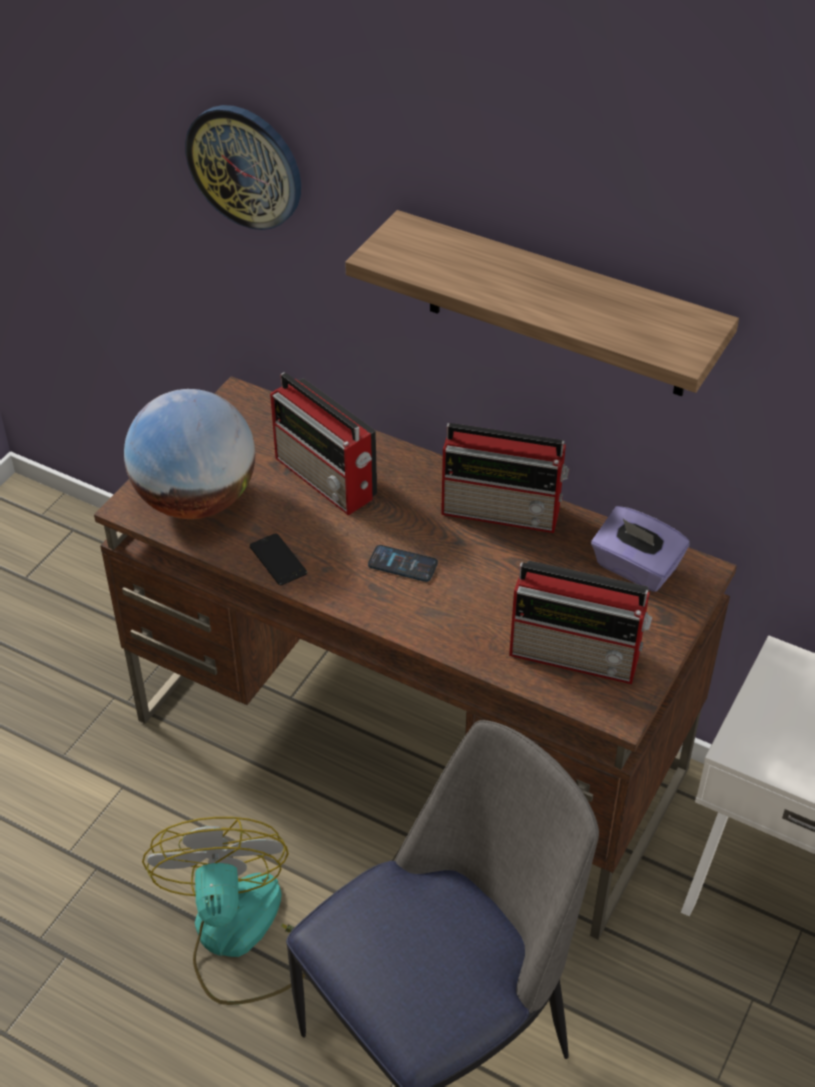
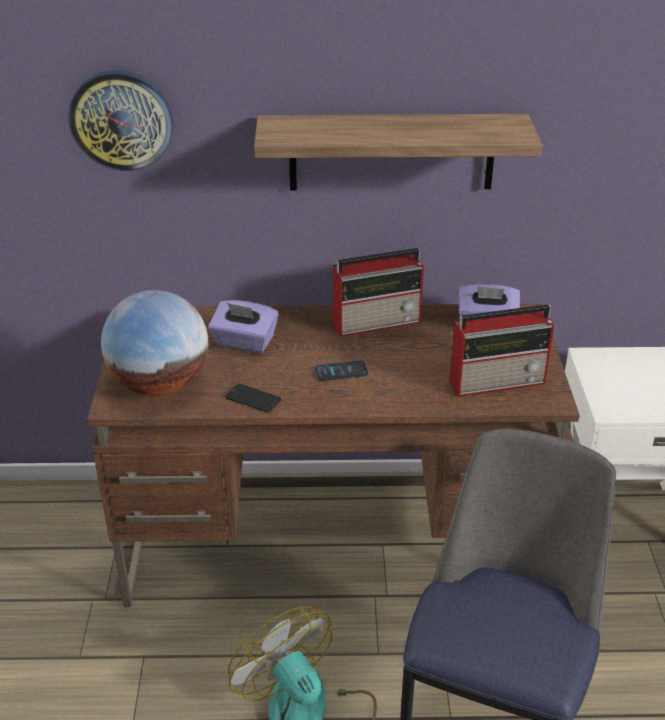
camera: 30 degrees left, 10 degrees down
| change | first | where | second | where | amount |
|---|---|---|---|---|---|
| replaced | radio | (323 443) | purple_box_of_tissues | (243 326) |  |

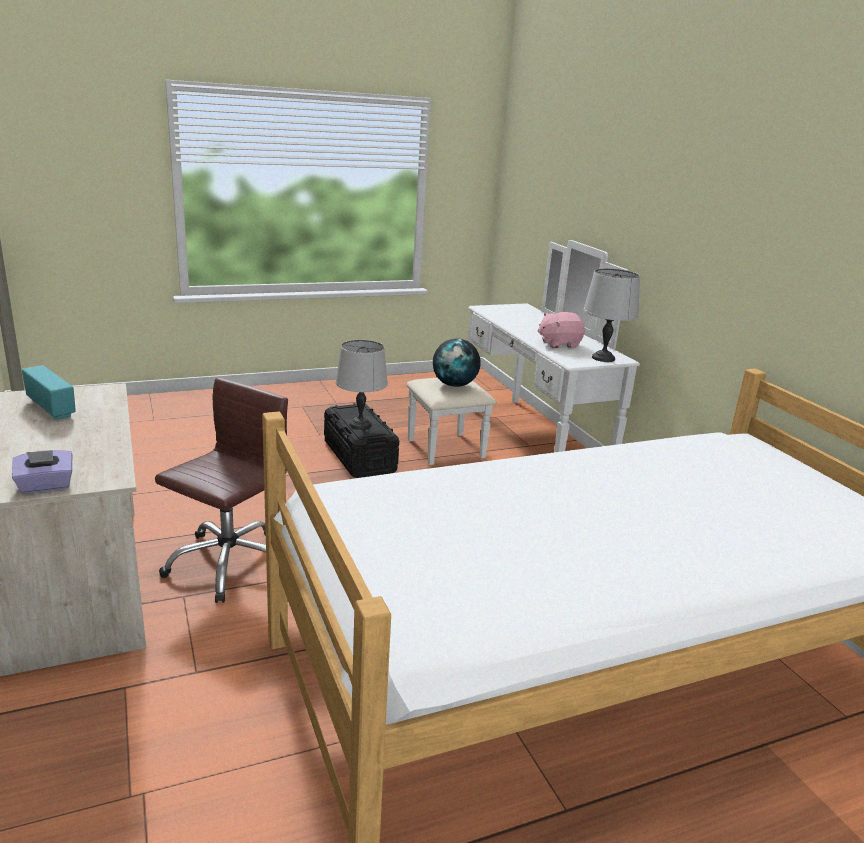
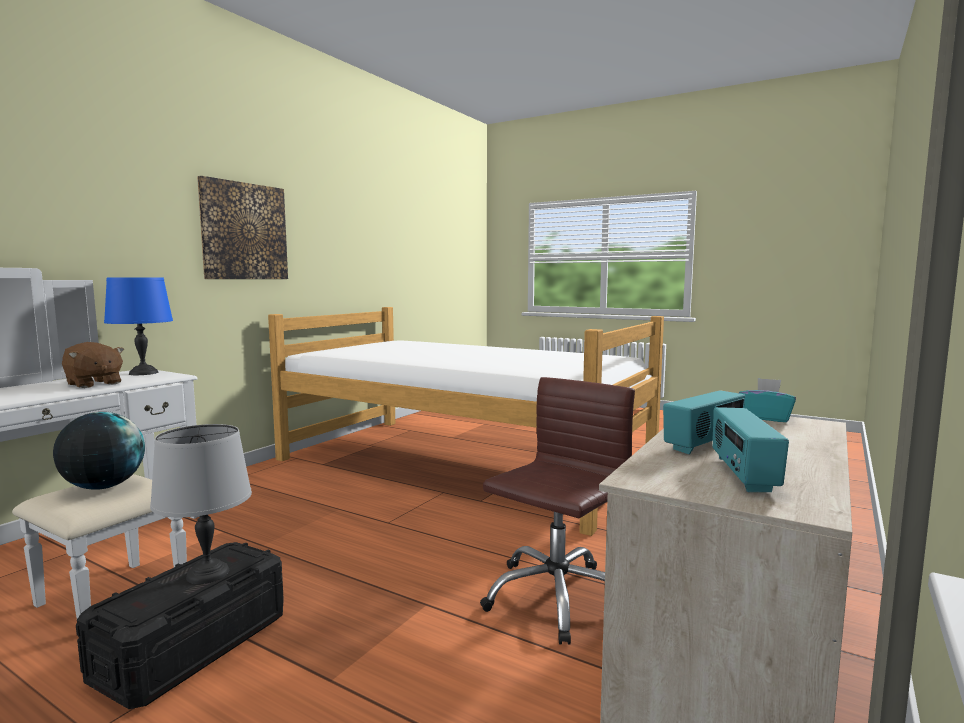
camera: 125 degrees left, 15 degrees down
| change | first | where | second | where | amount |
|---|---|---|---|---|---|
| recoloured | pink-coloured_cuddly_toy | (561 330) | brown_cuddly_toy | (93 365) |  |
| recoloured | greyish_table_lamp | (611 315) | blue_table_lamp | (138 326) |  |
| added |  |  | wall_picture | (242 227) |  |
| turned | brown_office_chair | (221 490) |  | (557 511) | 135 degrees clockwise |
| added |  |  | radio | (704 422) |  |
| recoloured | purple_box_of_tissues | (42 471) | blue-green_box_of_tissues | (767 400) |  |

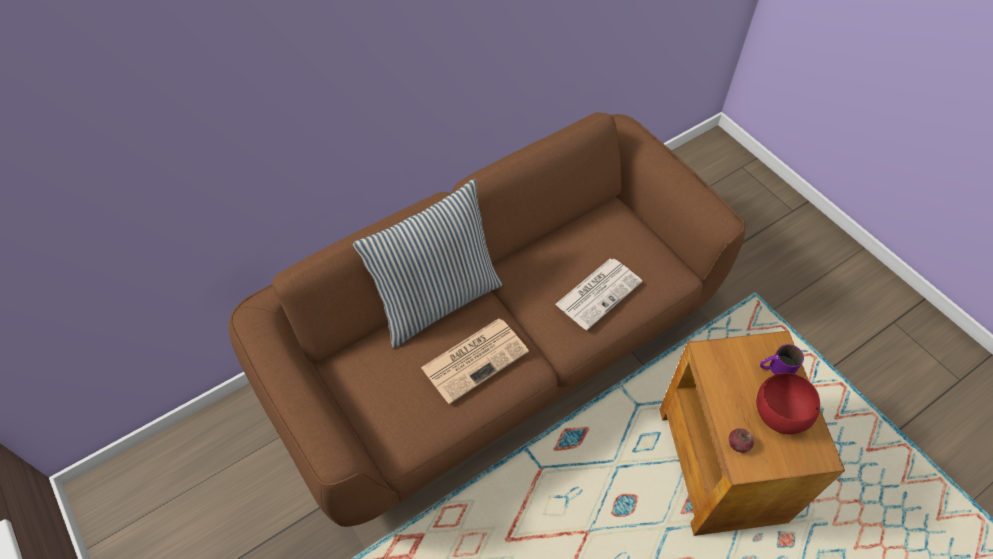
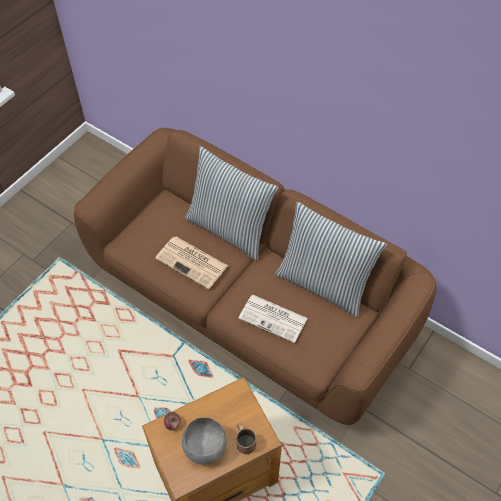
camera: 70 degrees right, 0 degrees up
| change | first | where | second | where | amount |
|---|---|---|---|---|---|
| recoloured | red_serving_bowl | (788 403) | greyish_serving_bowl | (204 441) |  |
| recoloured | purple_mug | (782 359) | brown_mug | (246 438) |  |
| added |  |  | pillow | (331 260) |  |

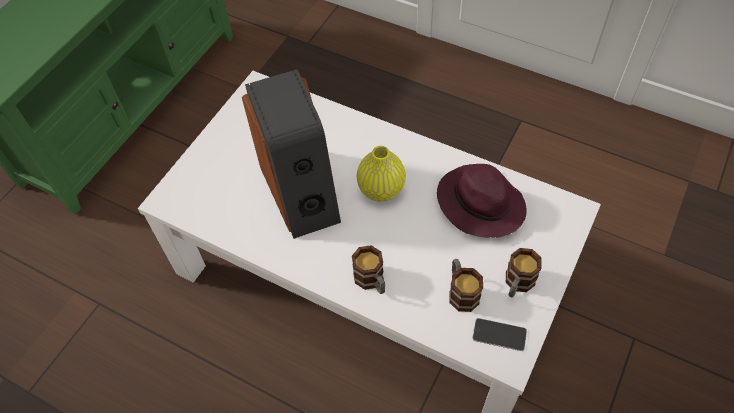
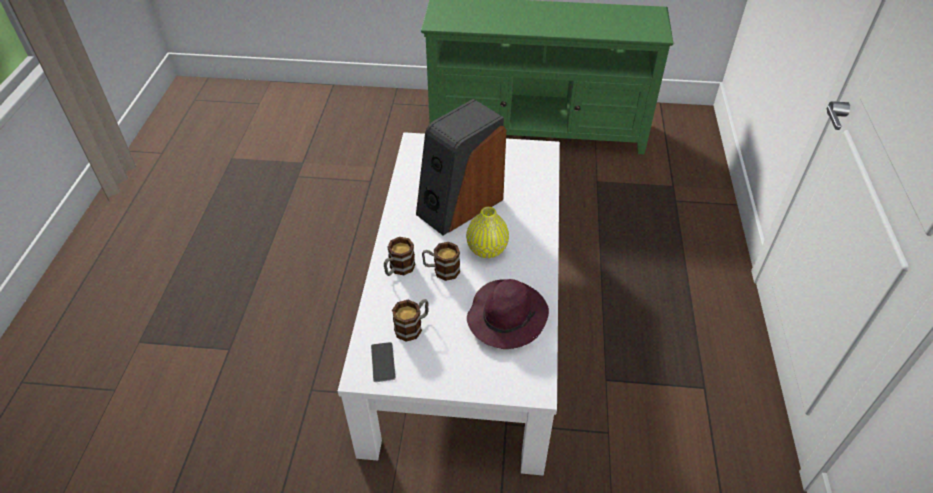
camera: 65 degrees right, 10 degrees down
| change | first | where | second | where | amount |
|---|---|---|---|---|---|
| moved | mug | (524 273) |  | (441 261) |  |

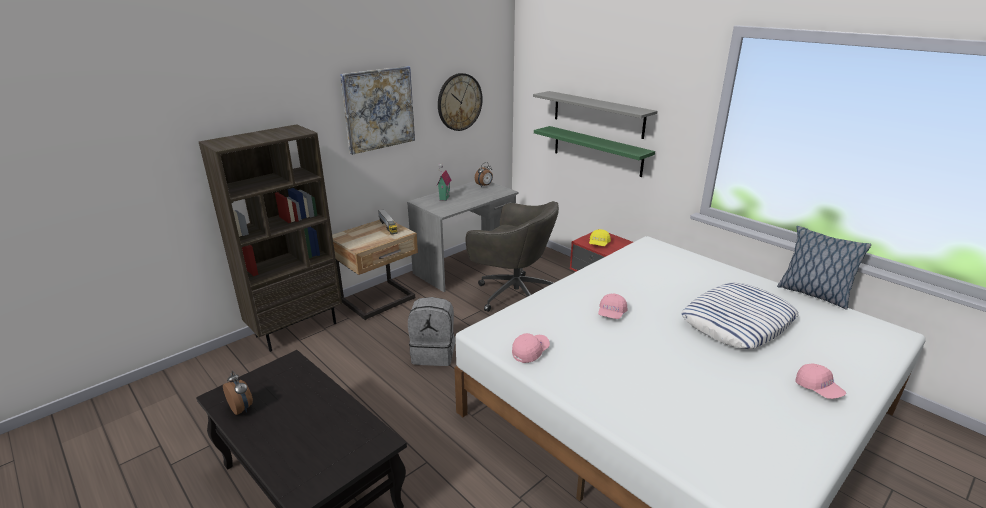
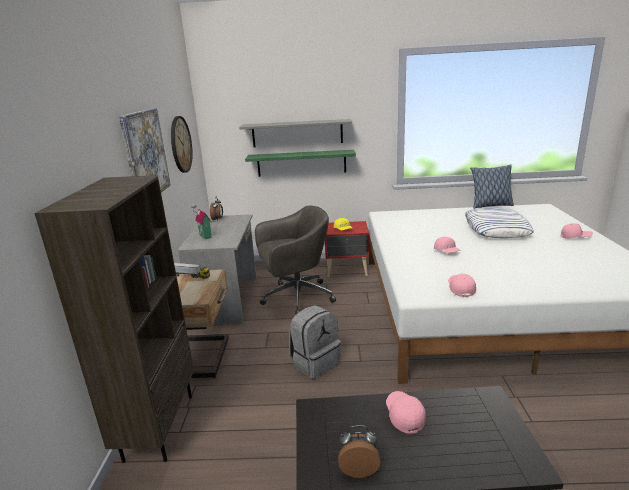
camera: 45 degrees left, 5 degrees down
| change | first | where | second | where | amount |
|---|---|---|---|---|---|
| added |  |  | pink-coloured_cap | (406 412) |  |

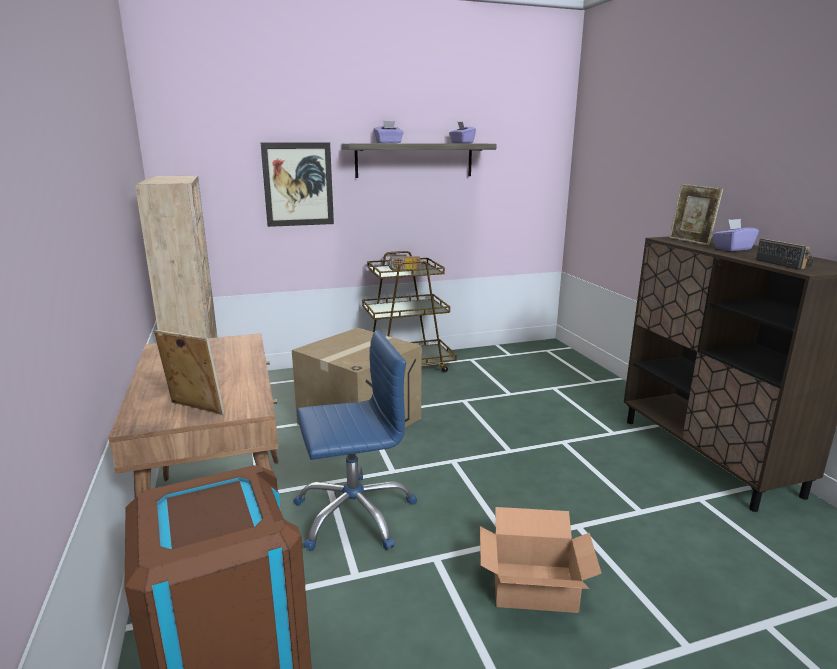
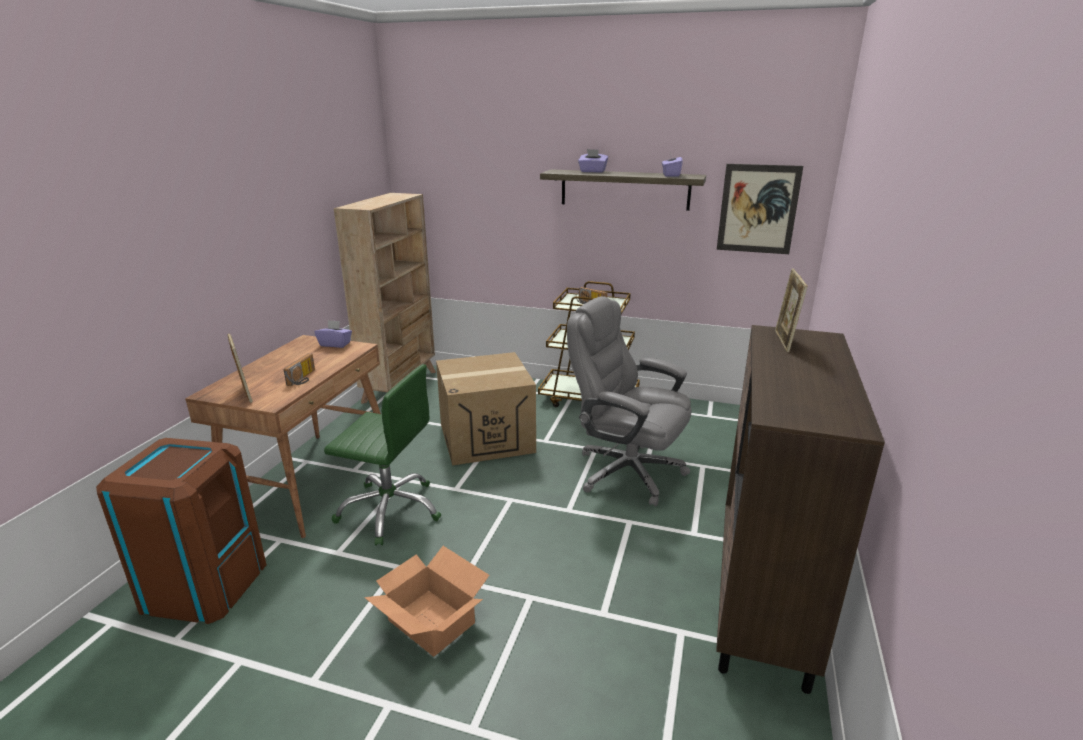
camera: 35 degrees right, 5 degrees up
| change | first | where | second | where | amount |
|---|---|---|---|---|---|
| moved | radio | (784 254) |  | (299 369) |  |
| moved | purple_box_of_tissues | (736 235) |  | (333 334) |  |
| recoloured | blue_office_chair | (355 440) | greenish_office_chair | (382 454) |  |
| added |  |  | greyish_office_chair | (629 401) |  |
| moved | wall_picture | (297 184) |  | (760 209) |  |

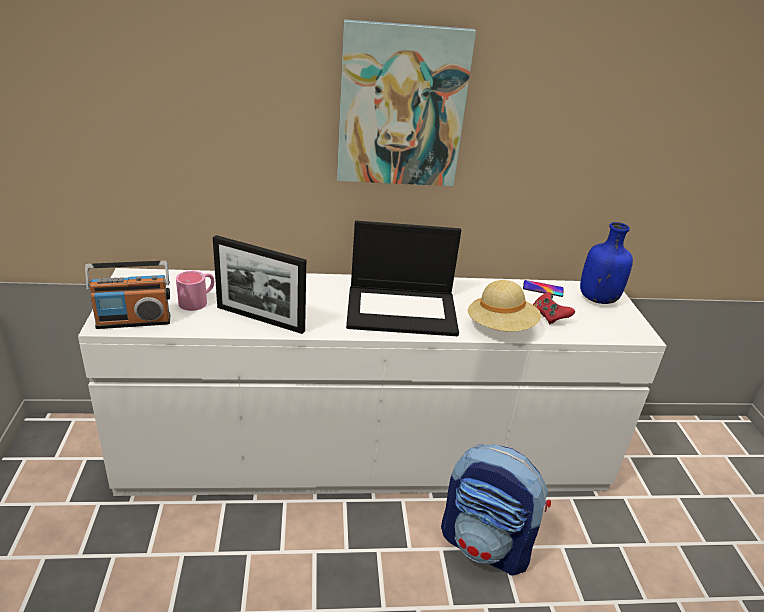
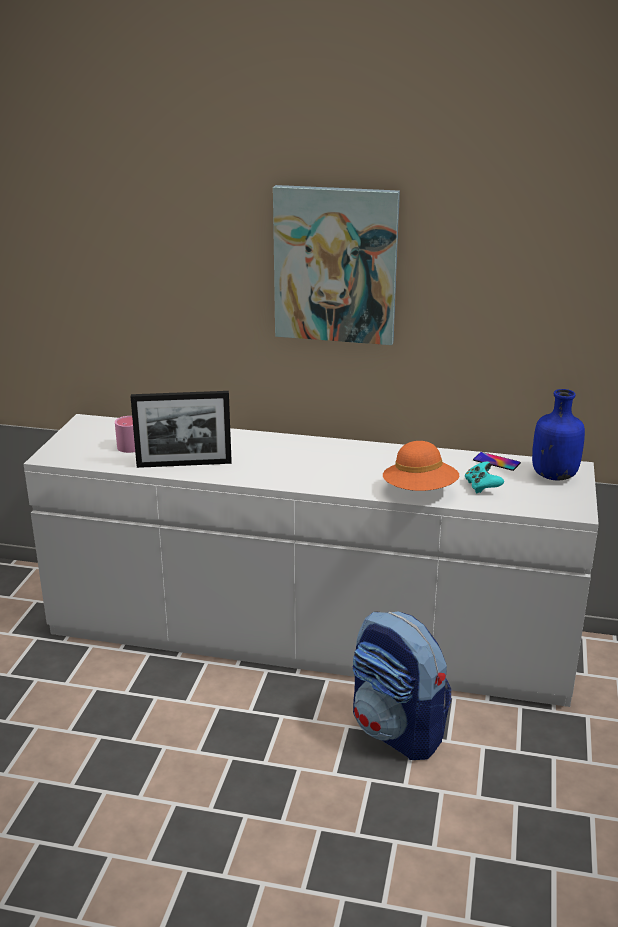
camera: 20 degrees right, 5 degrees down
| change | first | where | second | where | amount |
|---|---|---|---|---|---|
| turned | photo_frame | (259 284) |  | (181 429) | 45 degrees counterclockwise |
| recoloured | beige_wearable_hat | (504 306) | orange_wearable_hat | (421 466) |  |
| recoloured | red_game_controller | (554 308) | blue-green_game_controller | (484 478) |  |
| removed | radio | (127 295) |  |  |  |
| removed | portable_computer | (403 278) |  |  |  |

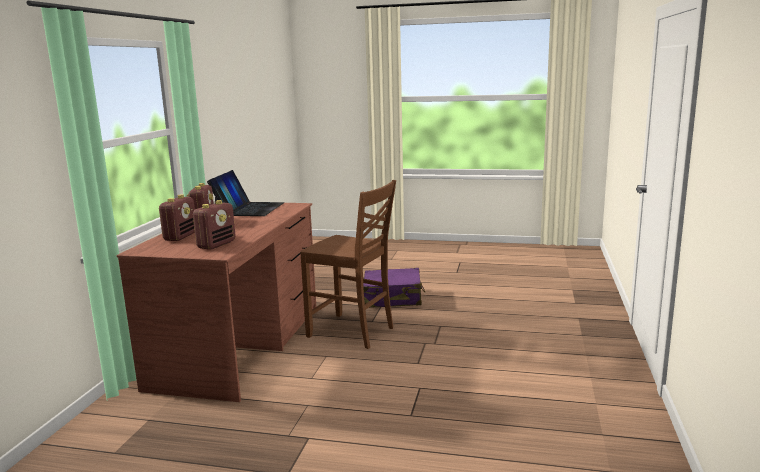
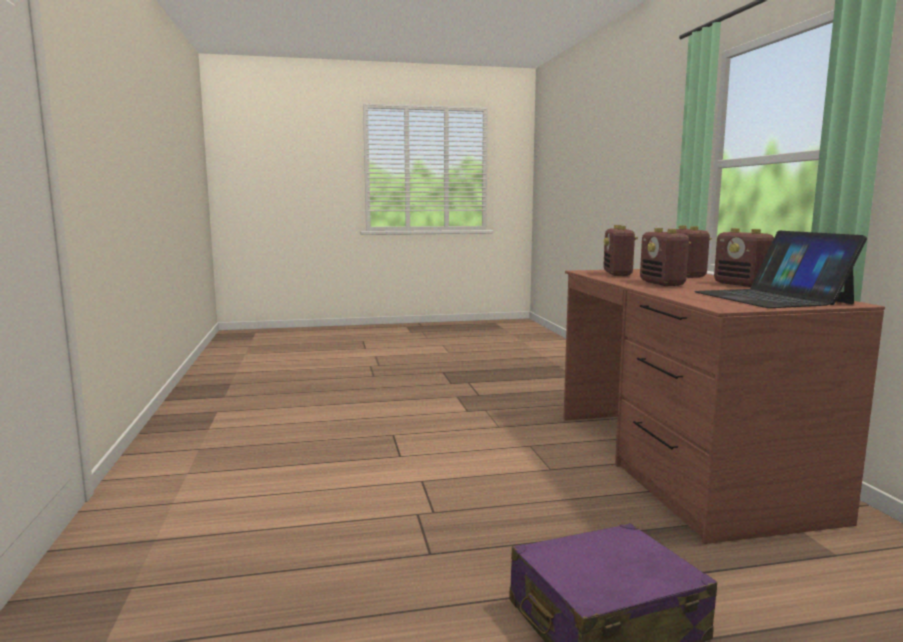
camera: 155 degrees right, 5 degrees down
| change | first | where | second | where | amount |
|---|---|---|---|---|---|
| added |  |  | radio | (665 257) |  |
| removed | brown_upright_chair | (348 264) |  |  |  |

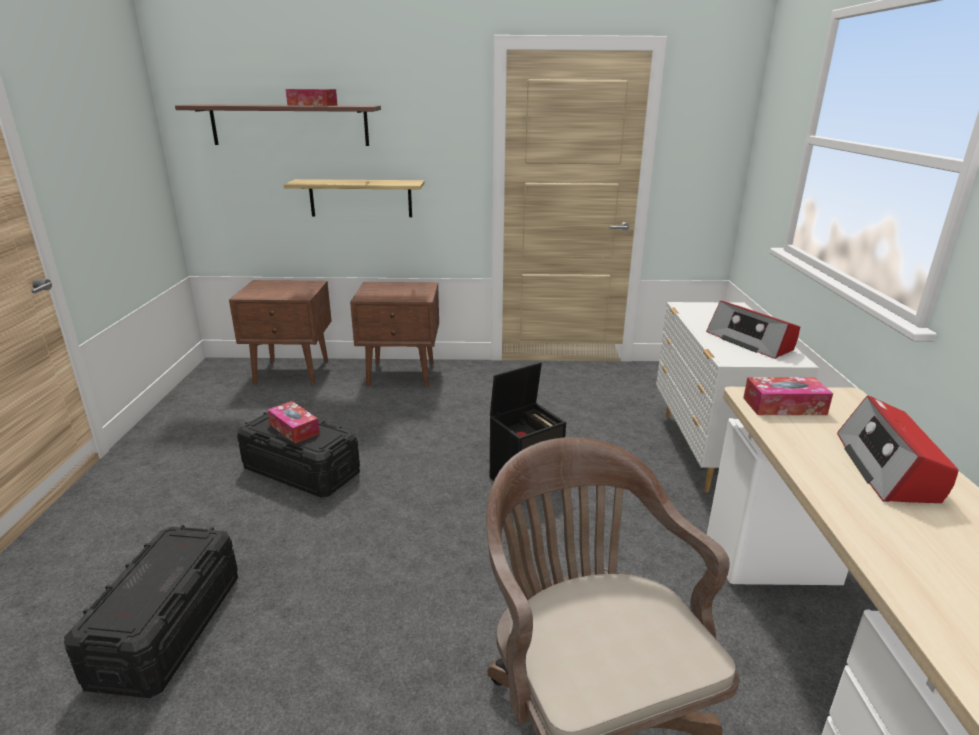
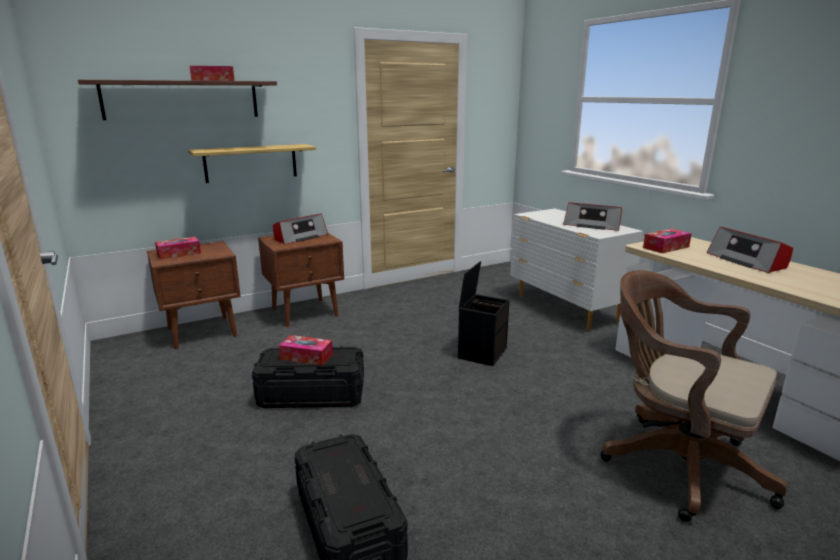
camera: 30 degrees left, 5 degrees down
| change | first | where | second | where | amount |
|---|---|---|---|---|---|
| added |  |  | box_of_tissues | (178 248) |  |
| added |  |  | radio | (300 229) |  |

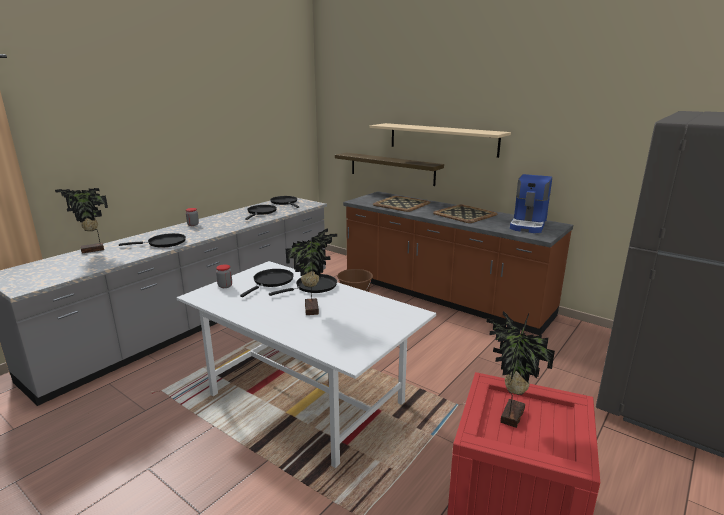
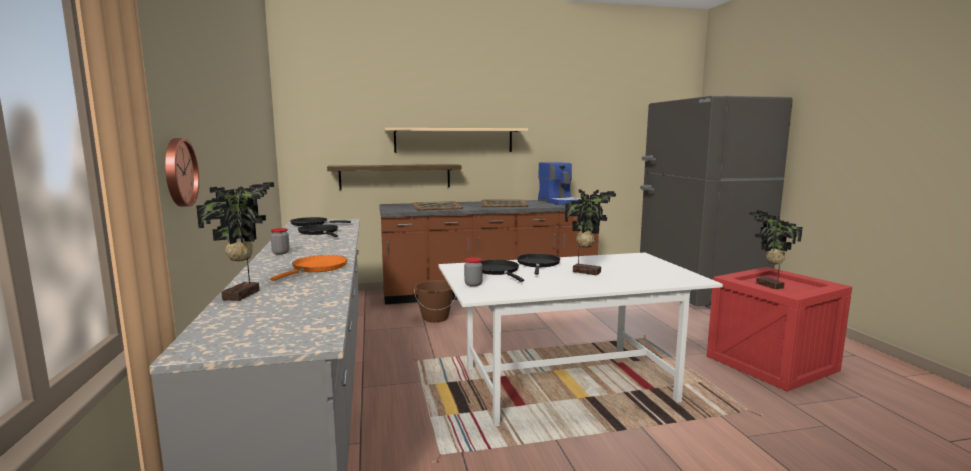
camera: 50 degrees left, 10 degrees down
| change | first | where | second | where | amount |
|---|---|---|---|---|---|
| added |  |  | wall_clock | (182 172) |  |
| recoloured | blackish_skillet | (152 240) | orange_skillet | (309 268) |  |

